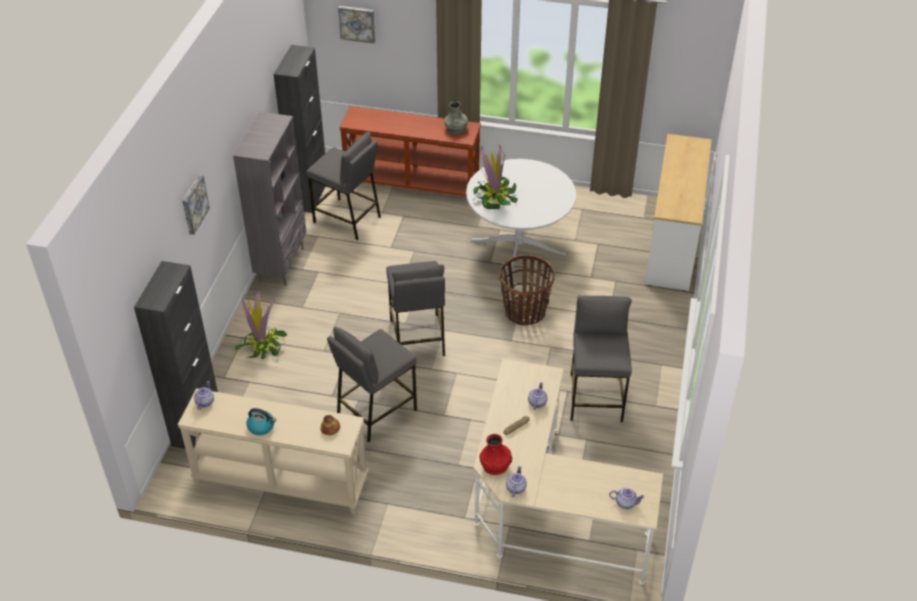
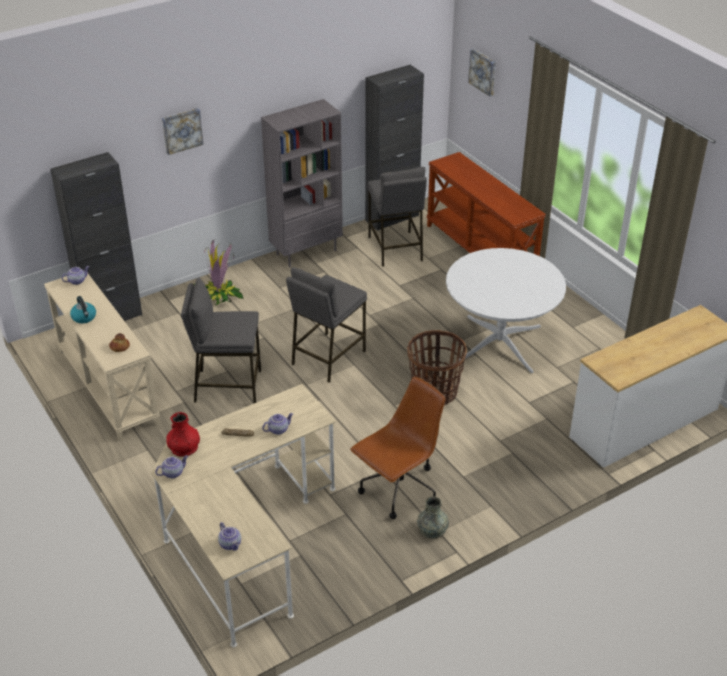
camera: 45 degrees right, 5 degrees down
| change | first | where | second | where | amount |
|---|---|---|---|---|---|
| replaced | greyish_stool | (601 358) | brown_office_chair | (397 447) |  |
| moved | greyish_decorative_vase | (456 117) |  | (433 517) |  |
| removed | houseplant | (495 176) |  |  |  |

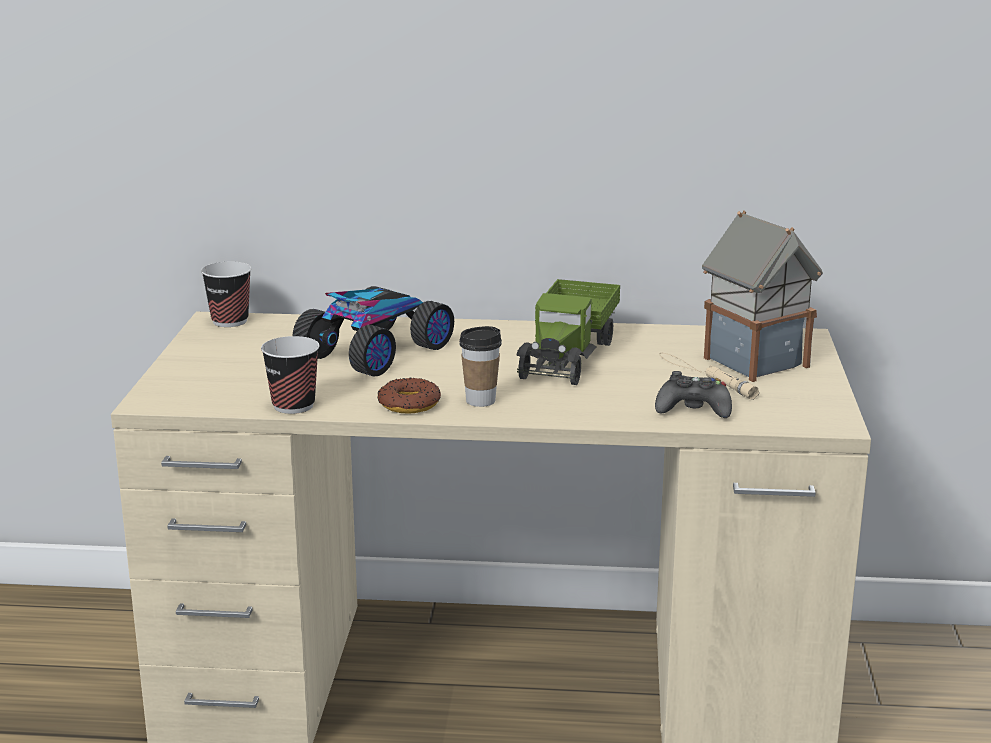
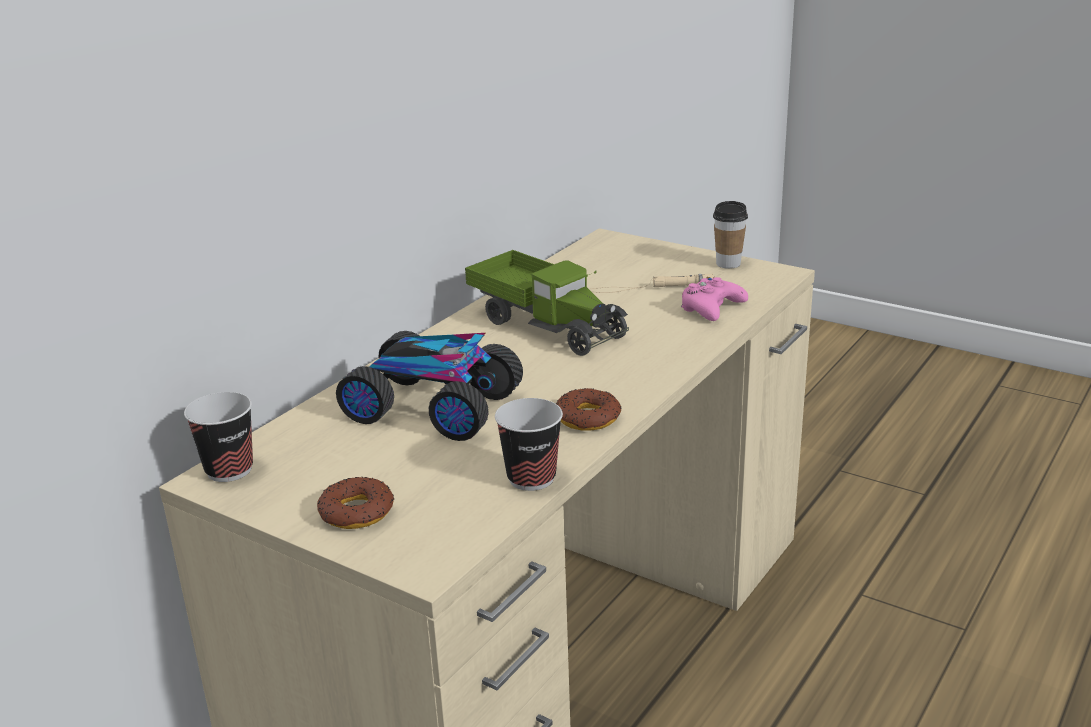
camera: 60 degrees left, 5 degrees up
| change | first | where | second | where | amount |
|---|---|---|---|---|---|
| added |  |  | ring_doughnut | (355 503) |  |
| turned | model_car | (373 331) |  | (429 386) | 45 degrees counterclockwise |
| recoloured | blackish_game_controller | (693 394) | pink-coloured_game_controller | (714 299) |  |
| moved | drinking_cup | (480 366) |  | (730 235) |  |
| removed | toy_house | (762 296) |  |  |  |

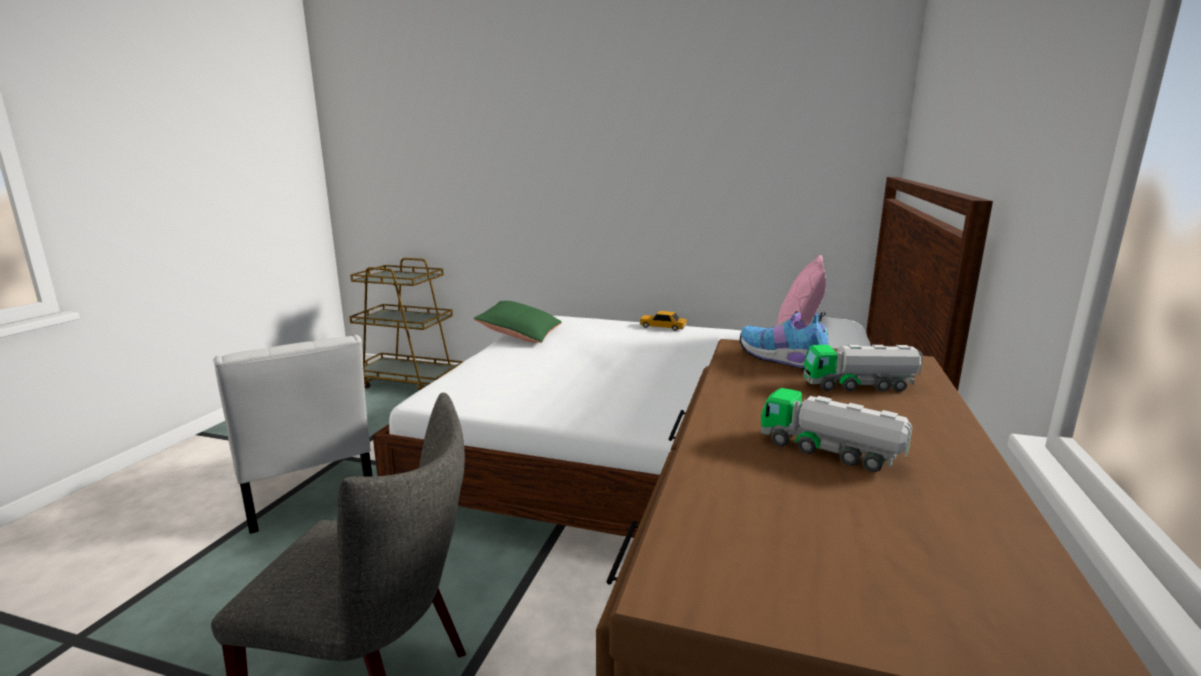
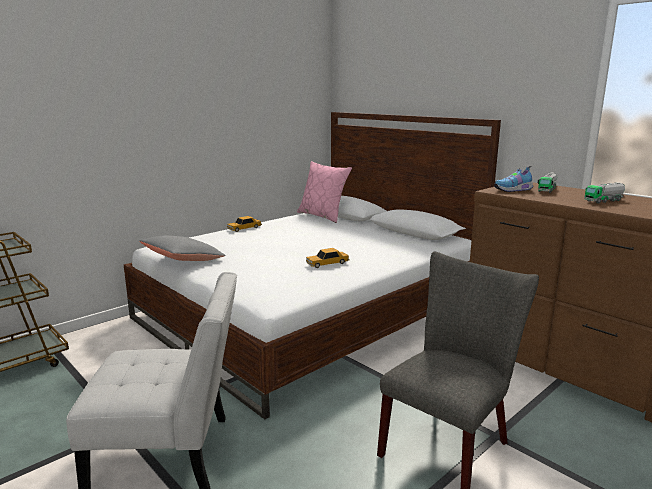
camera: 60 degrees left, 0 degrees up
| change | first | where | second | where | amount |
|---|---|---|---|---|---|
| recoloured | greenish_pillow | (518 322) | greyish_pillow | (182 248) |  |
| added |  |  | model_car | (328 258) |  |

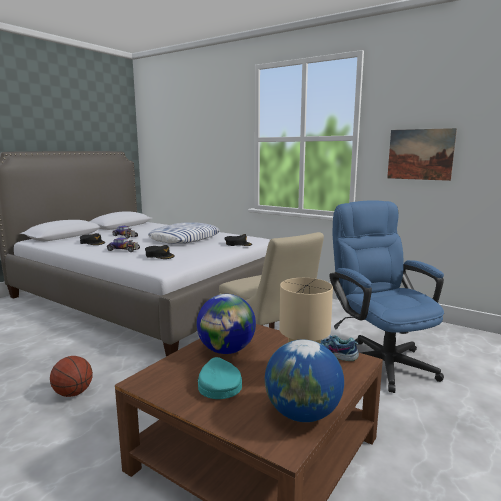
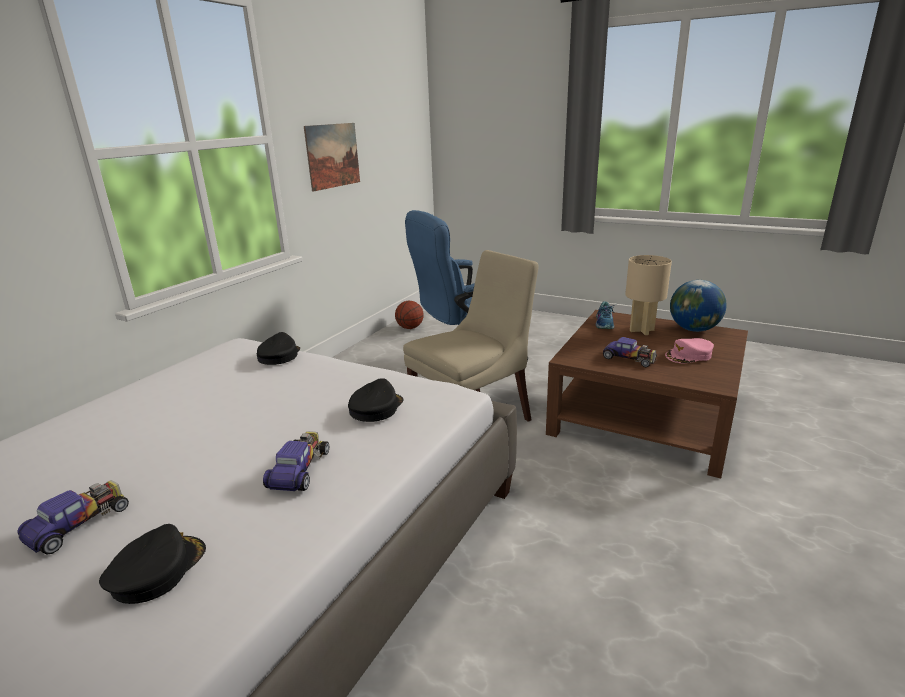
camera: 95 degrees left, 10 degrees up
| change | first | where | second | where | amount |
|---|---|---|---|---|---|
| moved | ball_for_basketball | (71 376) |  | (409 315) |  |
| replaced | globe | (226 324) | model_car | (630 352) |  |
| recoloured | blue-green_cap | (220 378) | pink-coloured_cap | (689 350) |  |
| removed | pillow | (184 233) |  |  |  |

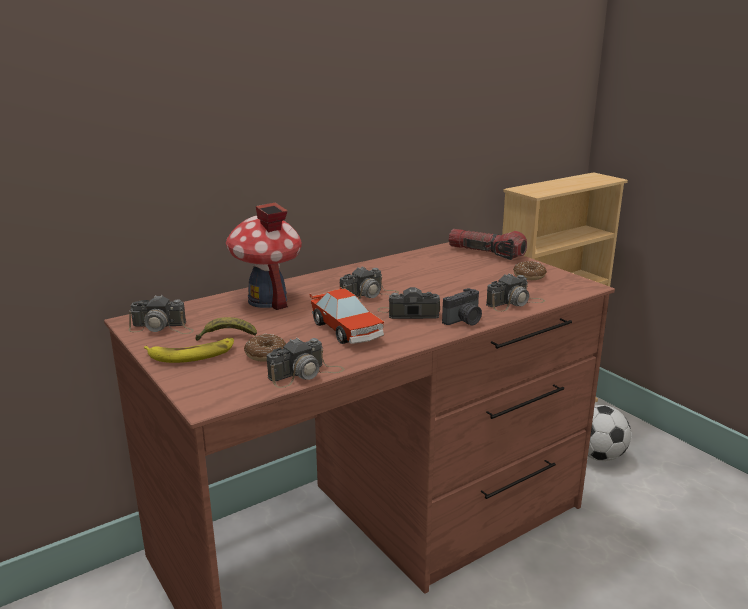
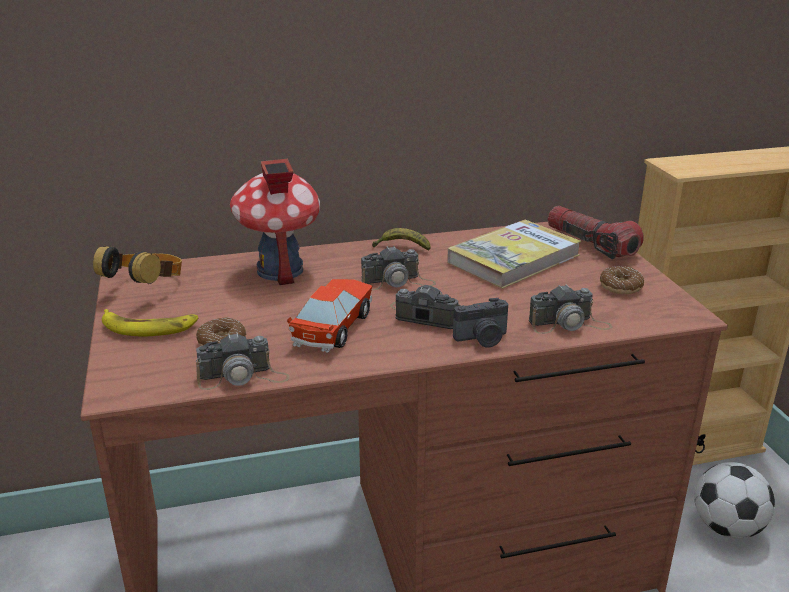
camera: 20 degrees right, 5 degrees up
| change | first | where | second | where | amount |
|---|---|---|---|---|---|
| replaced | photo_camera | (161 314) | headphones | (137 264) |  |
| turned | model_car | (347 315) |  | (329 316) | 150 degrees counterclockwise |
| moved | banana | (226 329) |  | (401 239) |  |
| added |  |  | book | (514 254) |  |

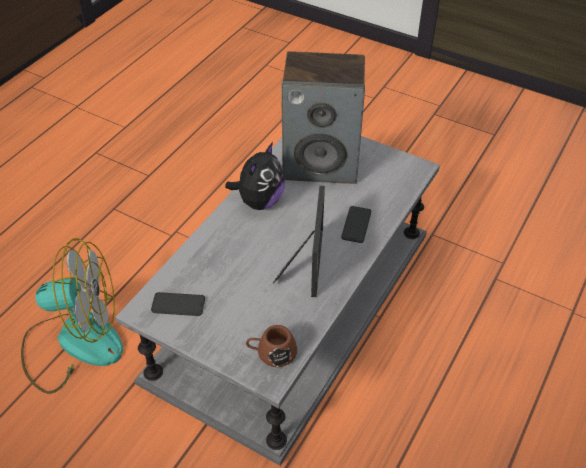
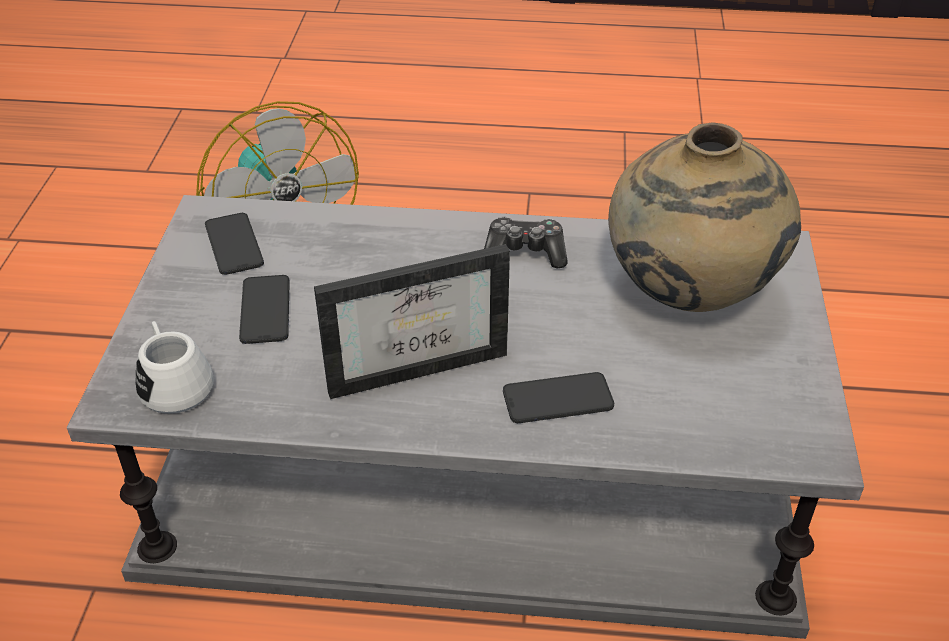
camera: 65 degrees right, 5 degrees down
| change | first | where | second | where | amount |
|---|---|---|---|---|---|
| recoloured | brown_mug | (271 346) | white_mug | (174 367) |  |
| added |  |  | telephone | (264 309) |  |
| replaced | cuddly_toy | (255 176) | game_controller | (526 242) |  |
| replaced | loudspeaker | (323 117) | beige_decorative_vase | (704 217) |  |

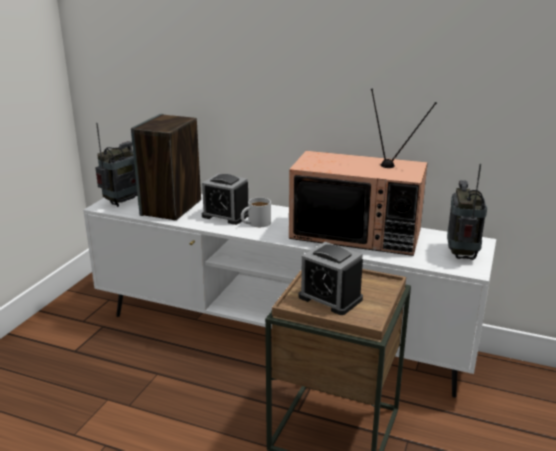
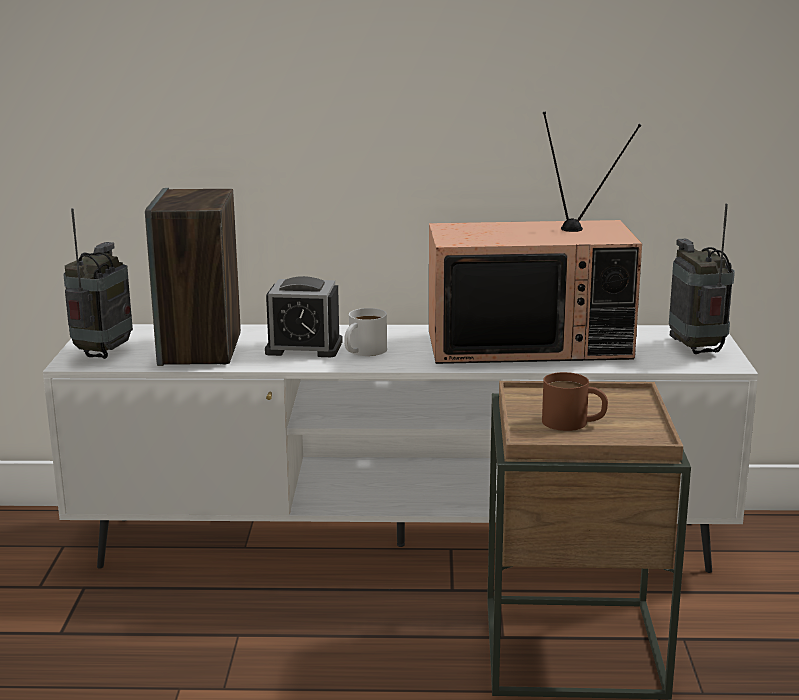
camera: 20 degrees left, 5 degrees down
| change | first | where | second | where | amount |
|---|---|---|---|---|---|
| replaced | table_clock | (331 278) | brown_mug | (575 401) |  |

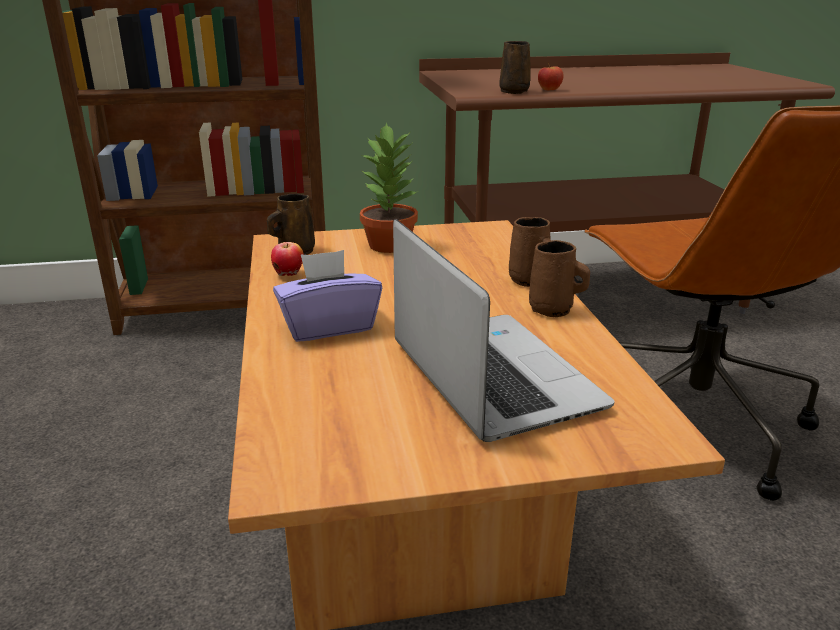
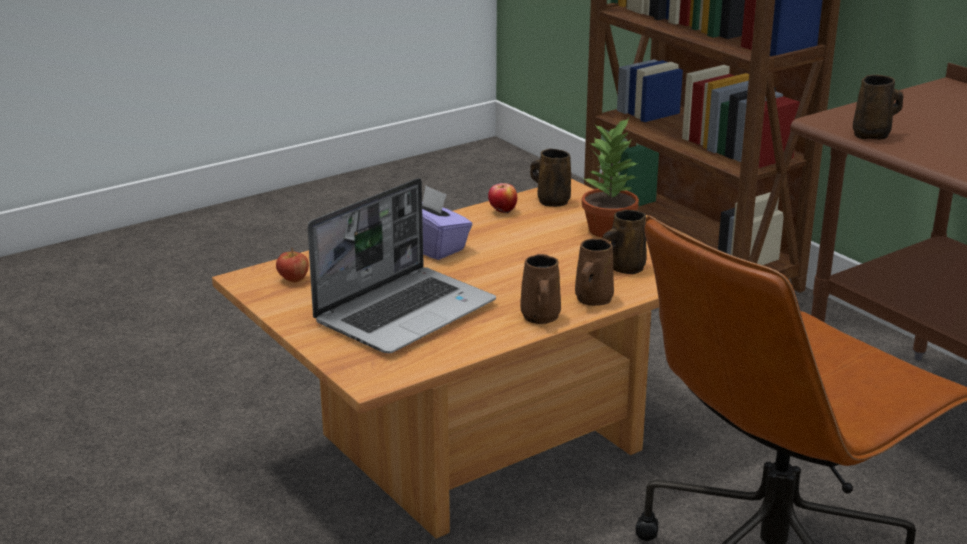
camera: 65 degrees right, 0 degrees up
| change | first | where | second | where | amount |
|---|---|---|---|---|---|
| moved | apple_fruit | (551 76) |  | (292 265) |  |
| added |  |  | brown_mug | (625 242) |  |

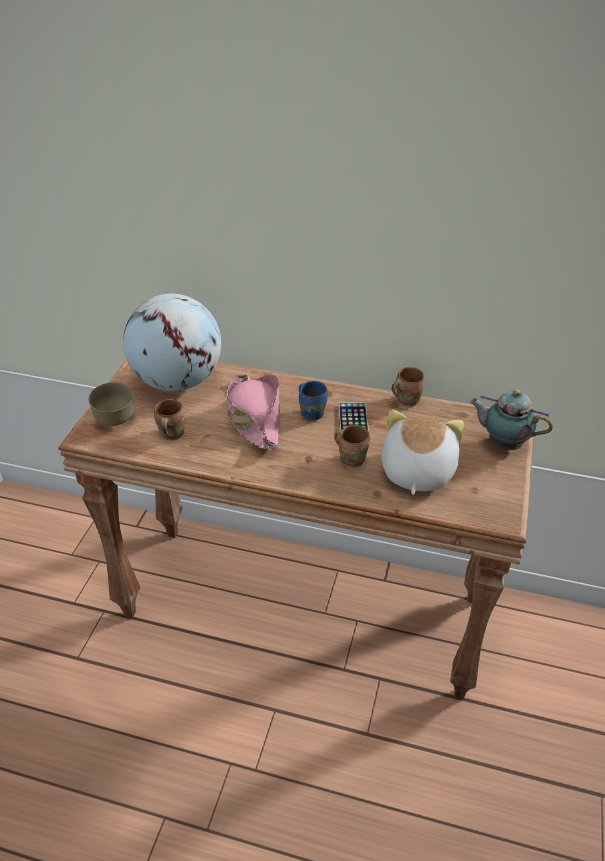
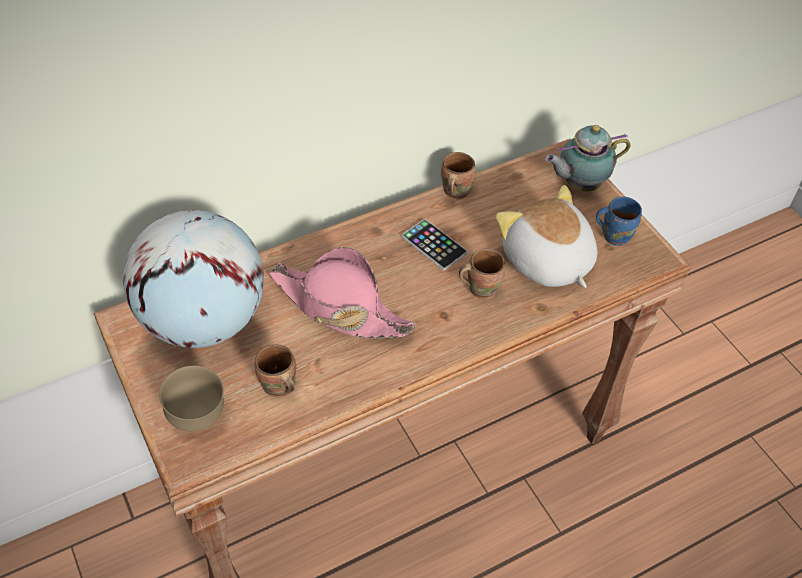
camera: 45 degrees left, 10 degrees up
| change | first | where | second | where | amount |
|---|---|---|---|---|---|
| moved | blue_mug | (313 401) |  | (619 221) |  |

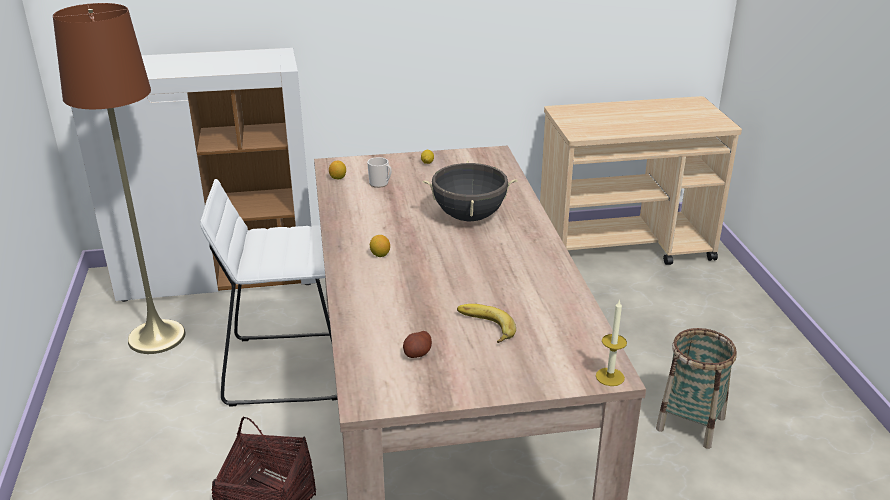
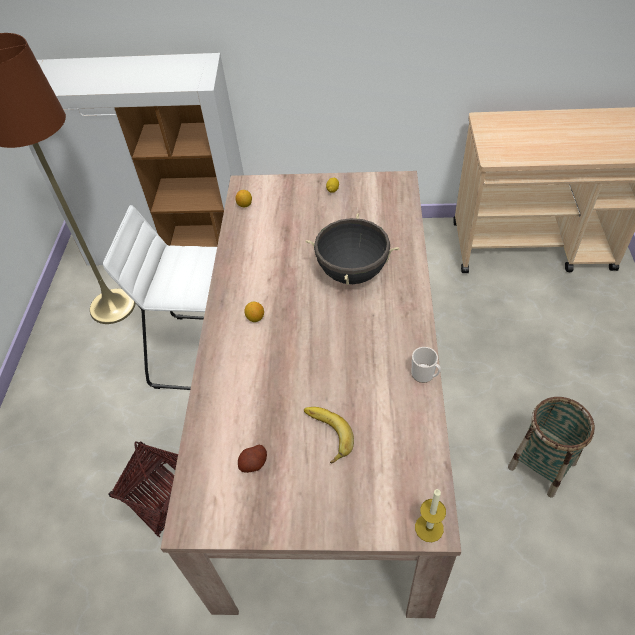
camera: 15 degrees right, 20 degrees up
| change | first | where | second | where | amount |
|---|---|---|---|---|---|
| moved | mug | (379 172) |  | (426 365) |  |

